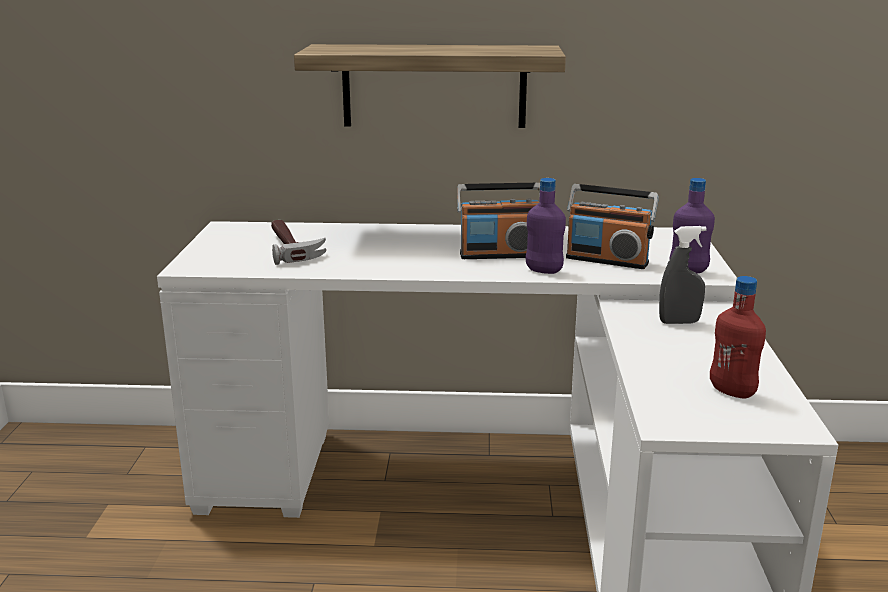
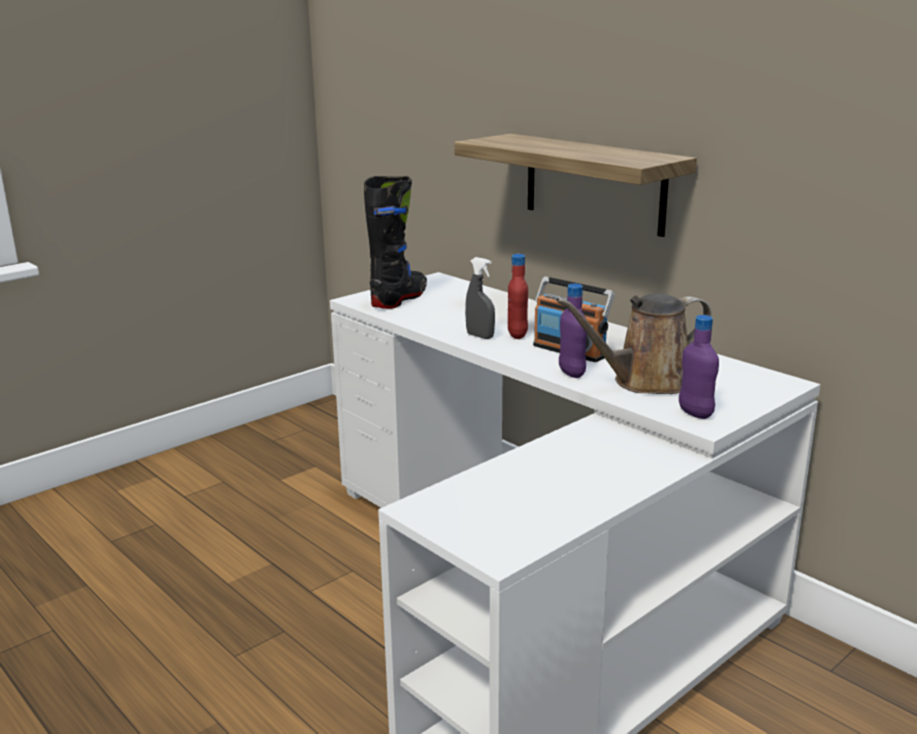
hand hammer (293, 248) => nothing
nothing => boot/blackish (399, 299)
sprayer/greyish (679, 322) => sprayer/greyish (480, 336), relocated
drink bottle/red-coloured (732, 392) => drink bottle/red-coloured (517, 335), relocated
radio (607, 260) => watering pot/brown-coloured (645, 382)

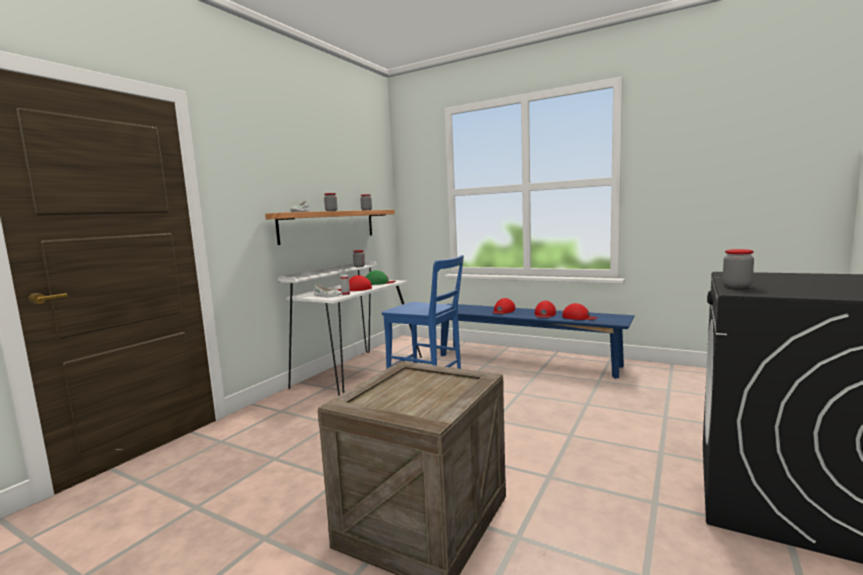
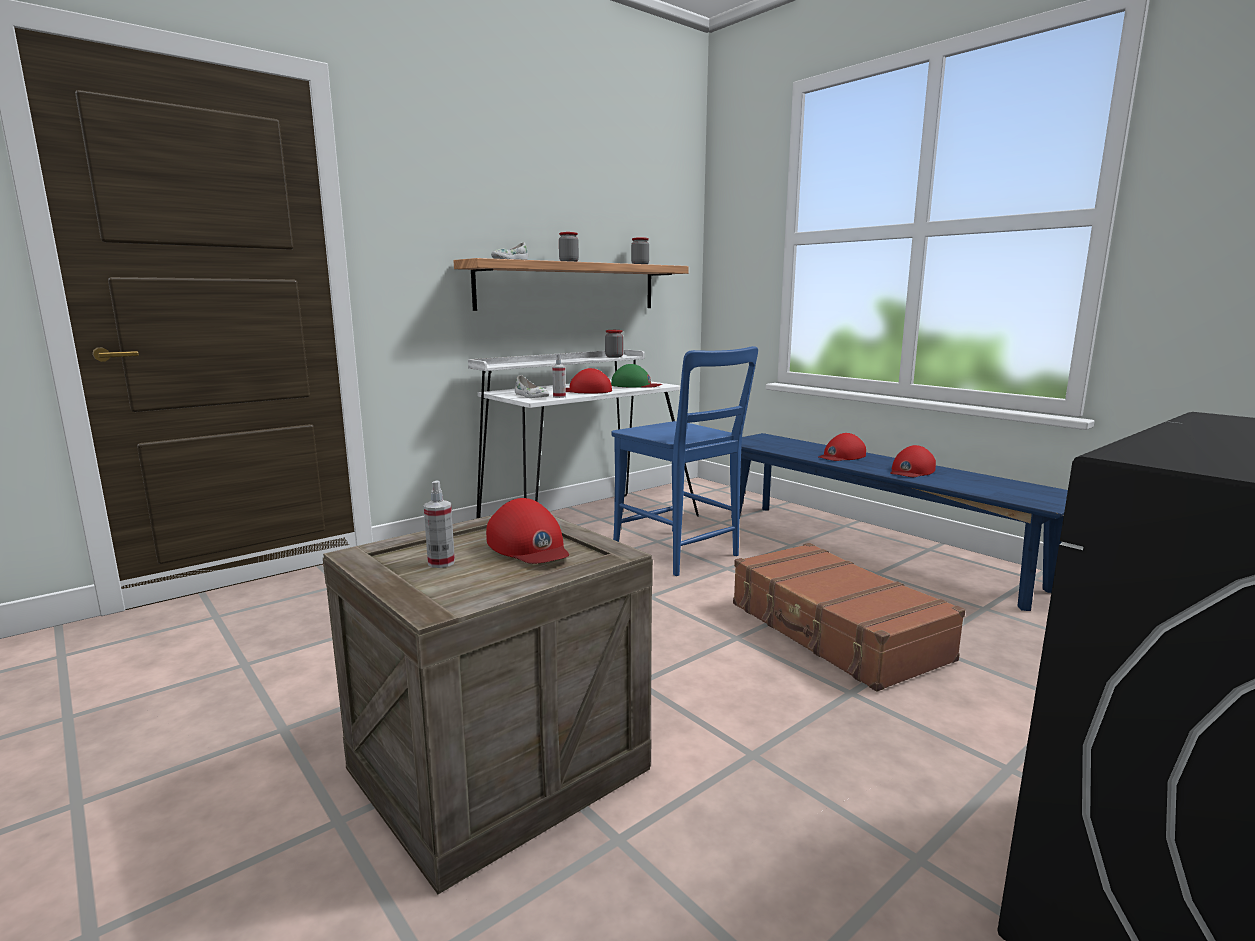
preserve jar (737, 286) => nothing
nothing => sprayer (441, 563)
nothing => travel case/brown-coloured (835, 632)
peaked cap/red-coloured (579, 317) => peaked cap/red-coloured (528, 546), relocated

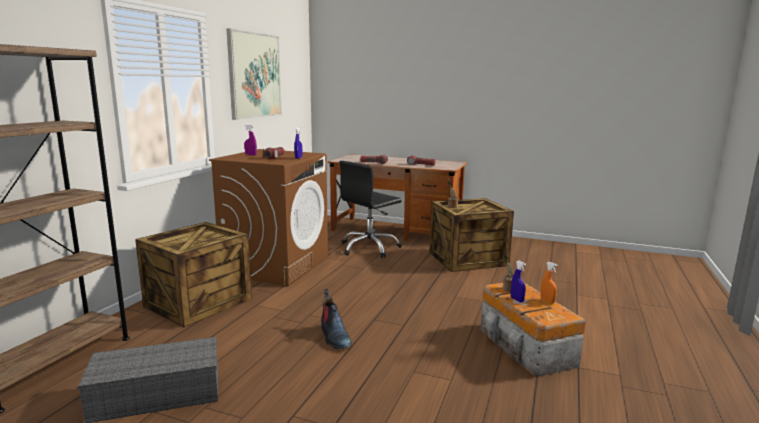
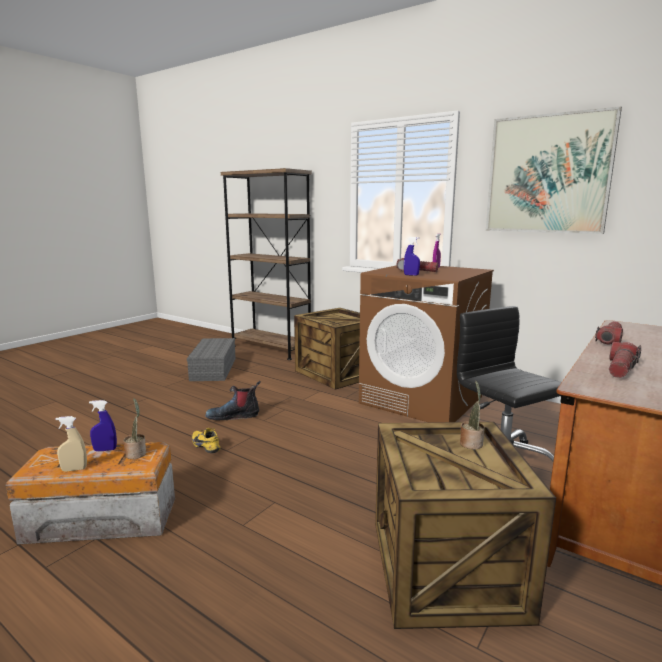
nothing => item of footwear/yellow-coloured (207, 446)
sprayer/orangey (547, 301) => sprayer/beige (74, 469)

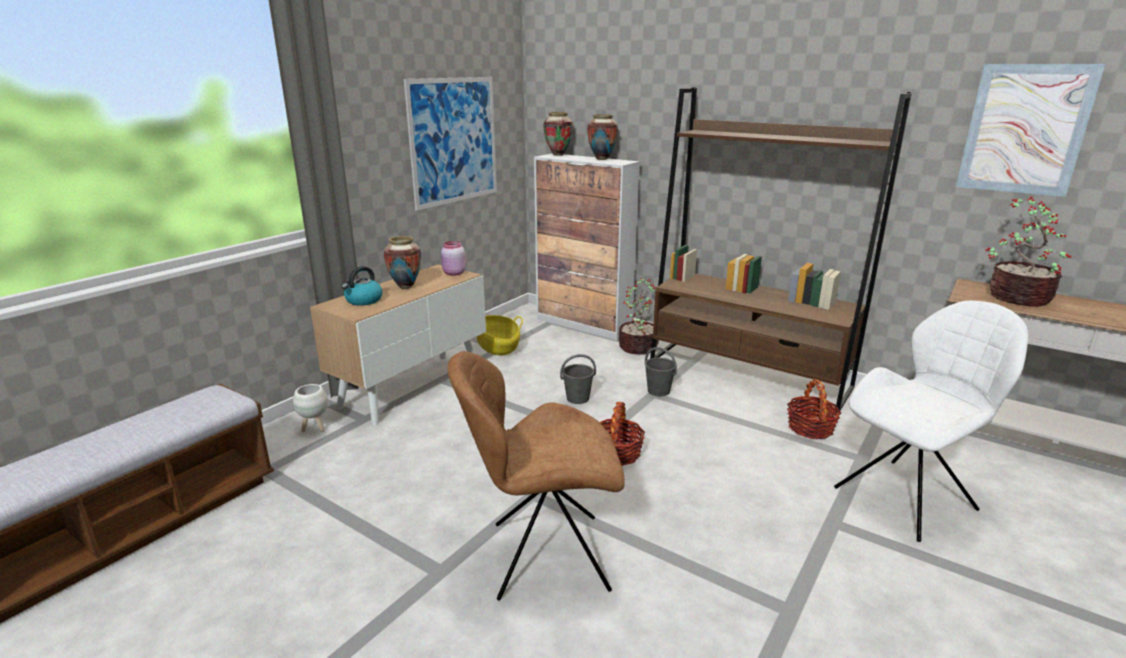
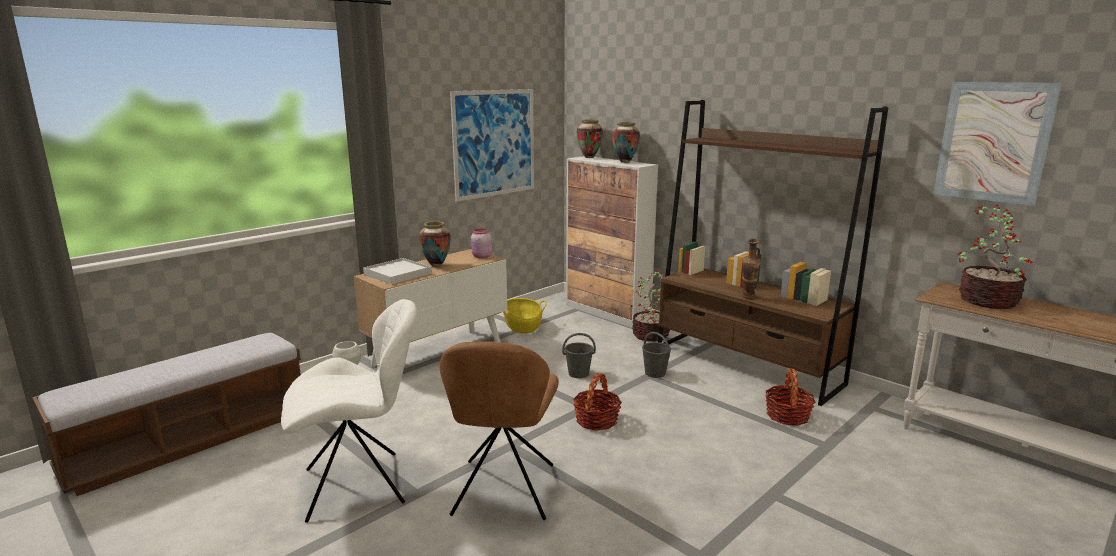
nothing => decorative vase (747, 298)
plain chair/white-coloured (908, 497) => plain chair/white-coloured (359, 485), relocated
tea kettle (363, 301) => carrying tray/white-coloured (397, 274)
plain chair/brown-coloured (543, 556) => plain chair/brown-coloured (503, 492), 90 degrees counterclockwise

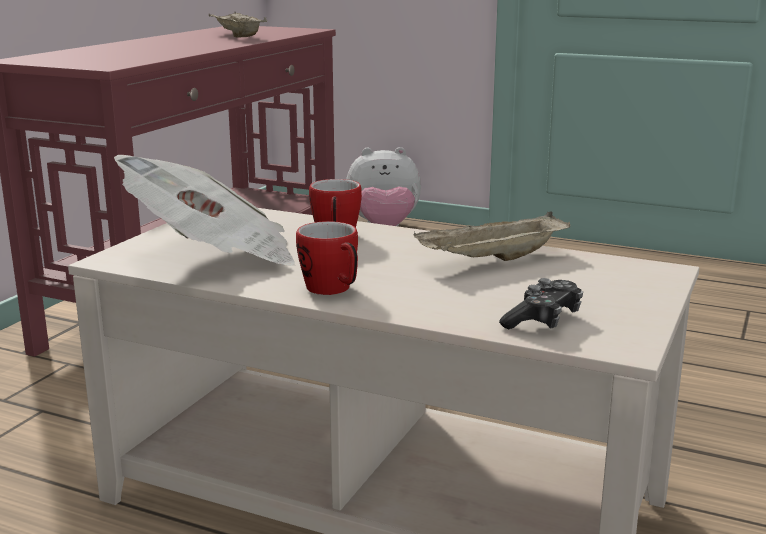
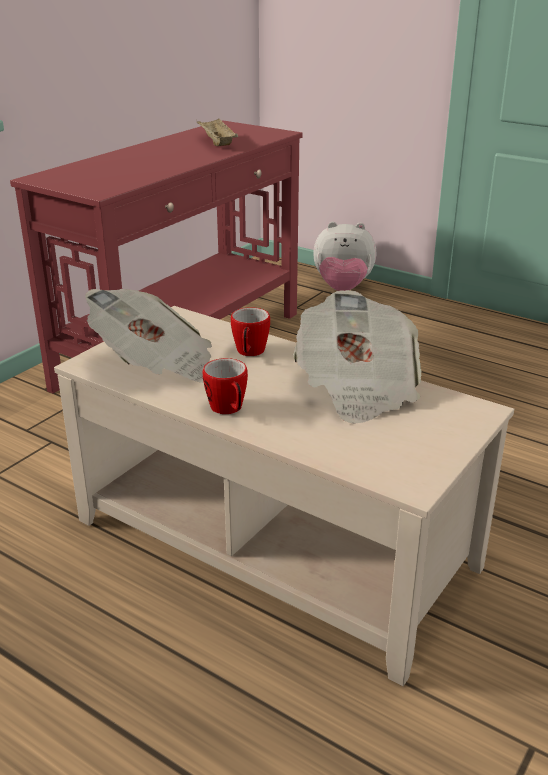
game controller (543, 320) => nothing
carrying tray/beige (492, 260) => newspaper (357, 388)

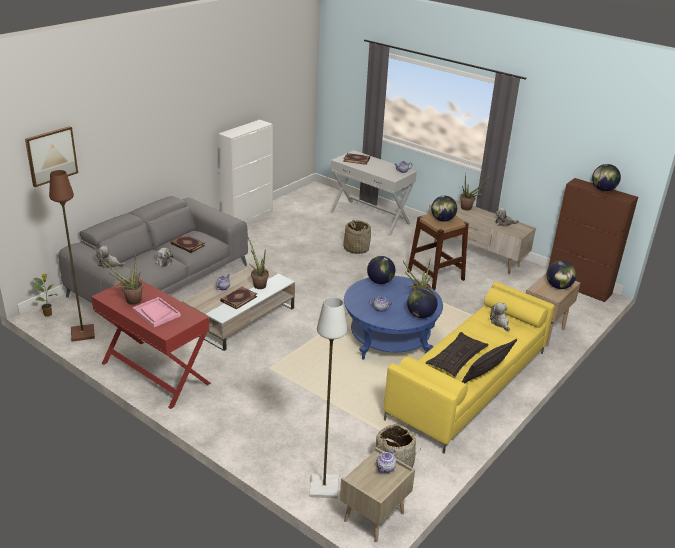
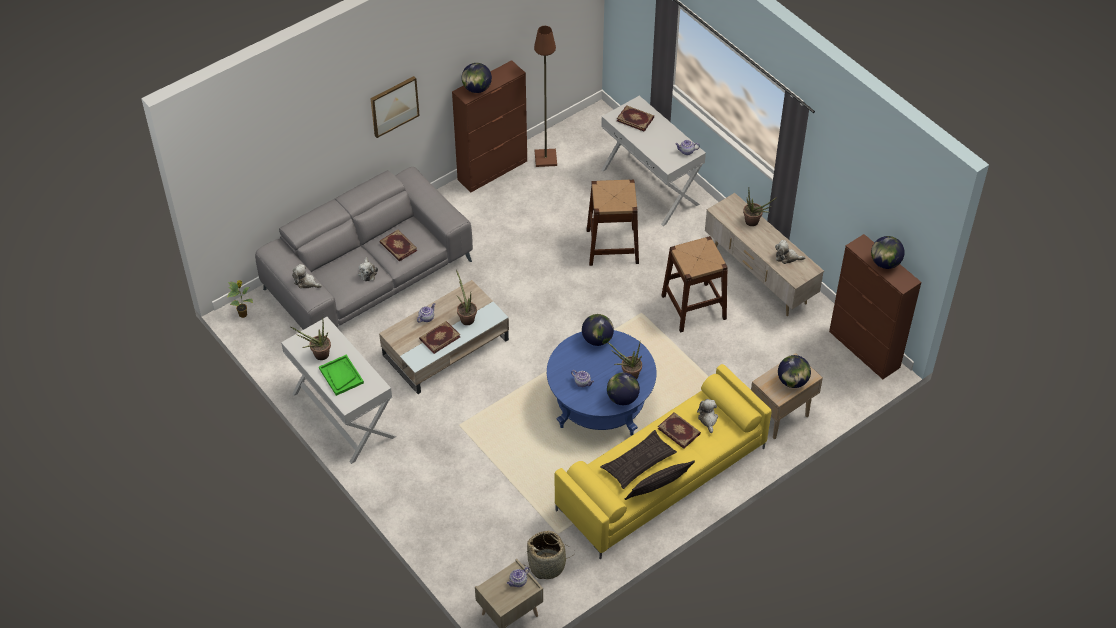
standard lamp/greyish (323, 486) => nothing
nothing => book (679, 431)
wall art (51, 156) => wall art (394, 106), relocated
standard lamp/brown-coloured (82, 333) => standard lamp/brown-coloured (545, 158), relocated
desk globe (442, 220) => desk globe (476, 89), relocated
household basket (356, 249) => stool seat/brown-coloured (612, 246)
console table/red-coloured (155, 373) => console table/white-coloured (343, 415)
carrying tray/pink-coloured (156, 313) => carrying tray/green-coloured (341, 376)
cupboard/white-coloured (247, 218) => cupboard/brown-coloured (493, 170)

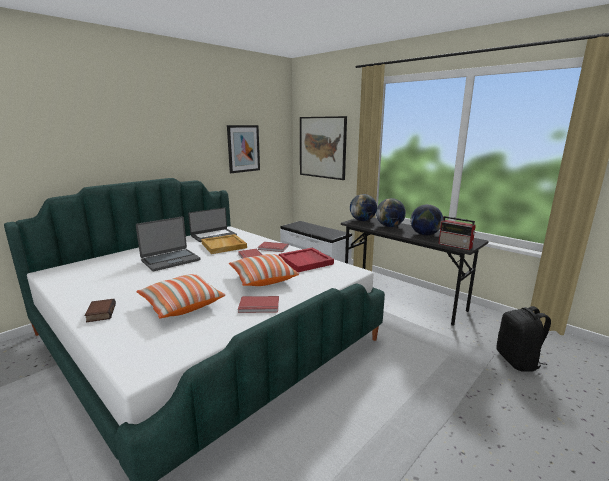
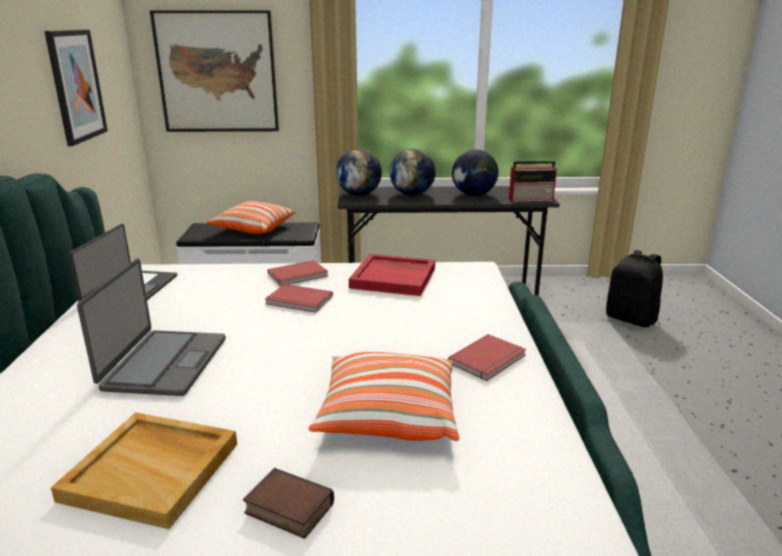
carrying tray/beige (224, 246) => carrying tray/beige (153, 470), relocated
cushion (262, 279) => cushion (253, 229), relocated

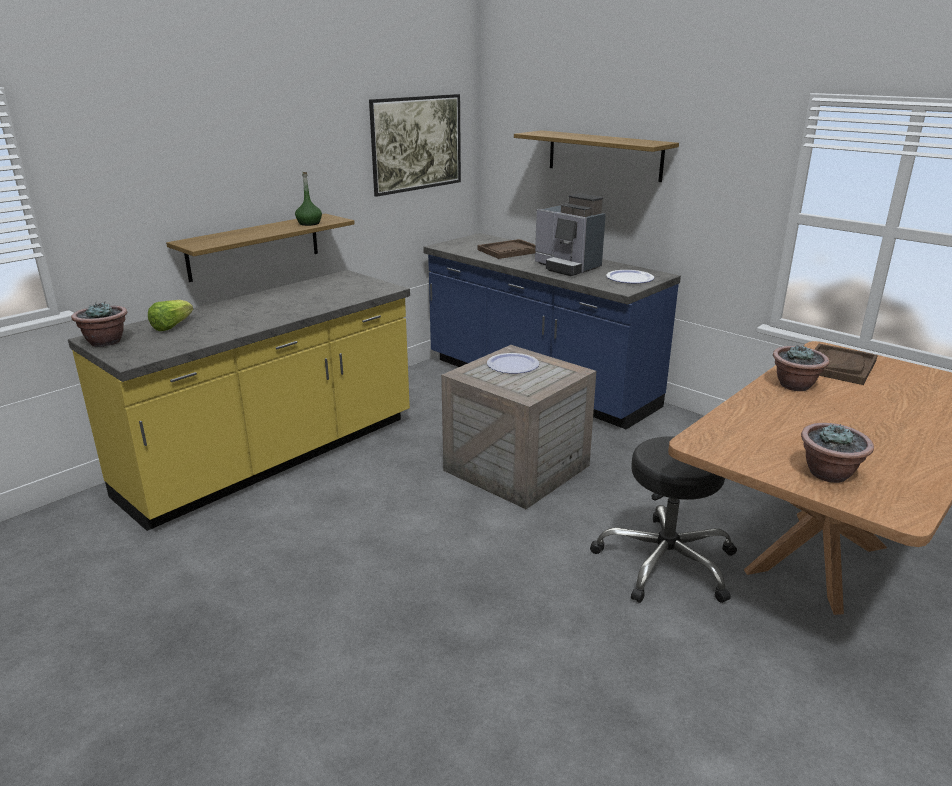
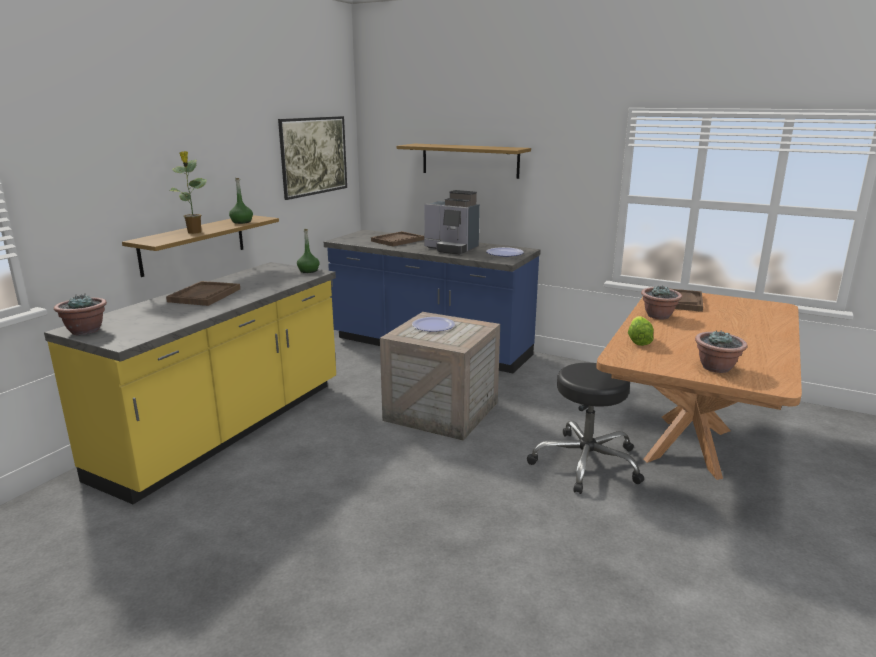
nothing => carrying tray/brown-coloured (204, 295)
nothing => plant in a pot (194, 232)
nothing => drink bottle/green-coloured (308, 271)
head of lettuce (171, 326) => head of lettuce (638, 340), relocated

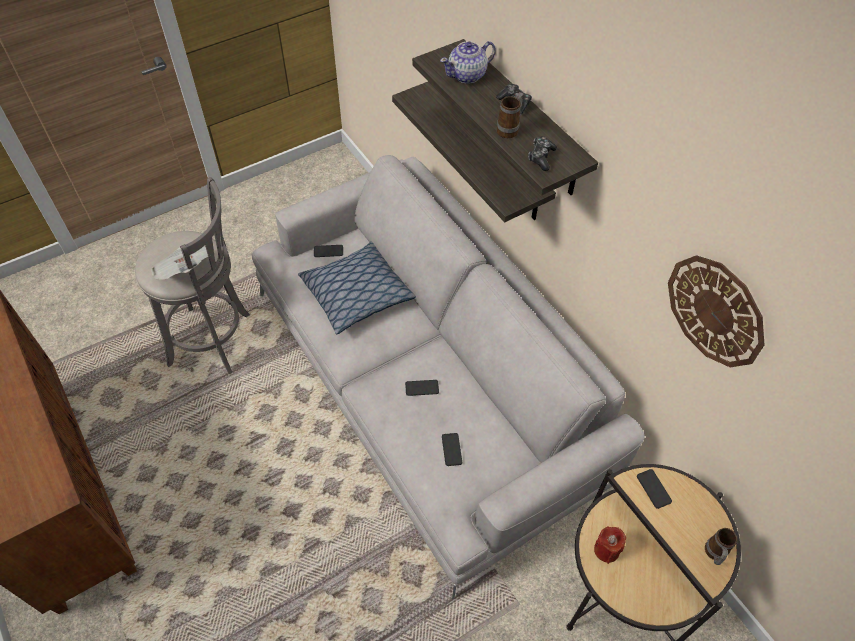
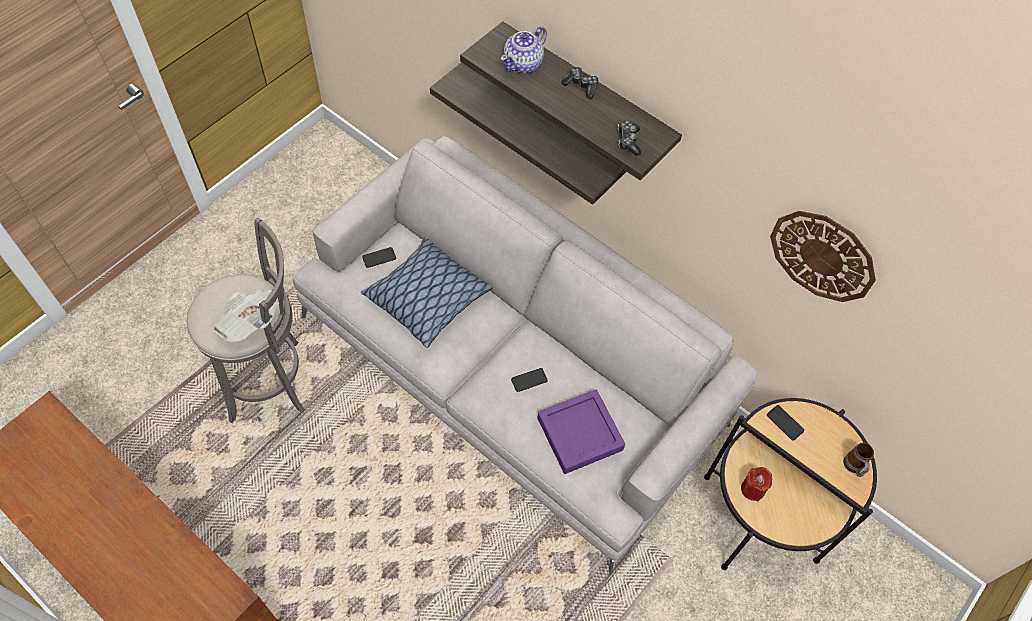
mug (510, 129) => nothing
phone (451, 449) => carrying tray/purple (580, 434)

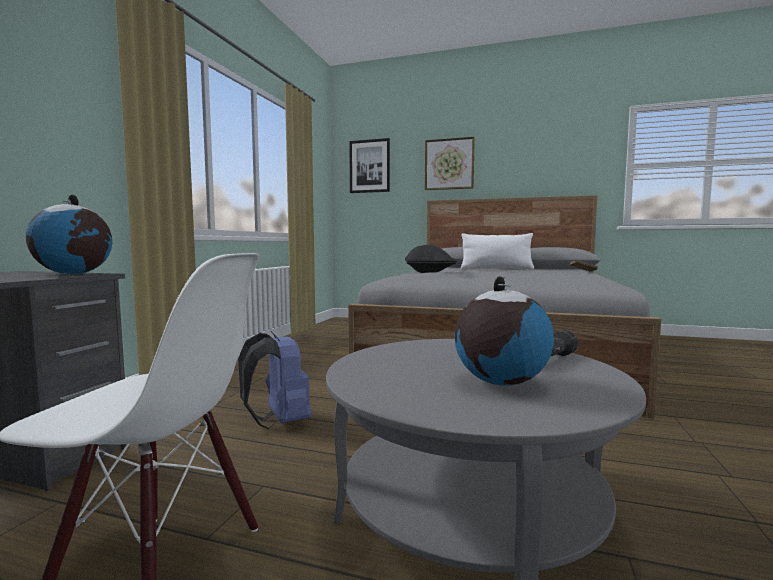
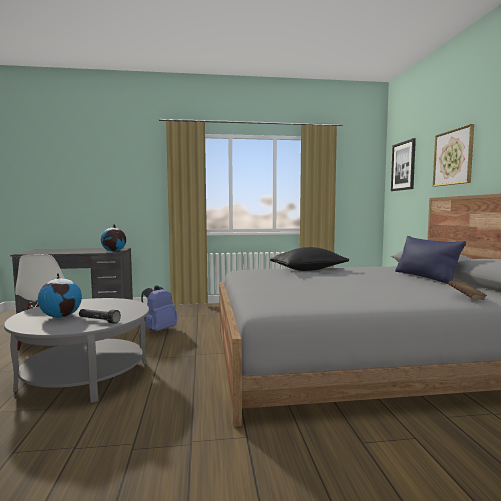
cushion/white-coloured (496, 269) => cushion/blue (425, 277)

